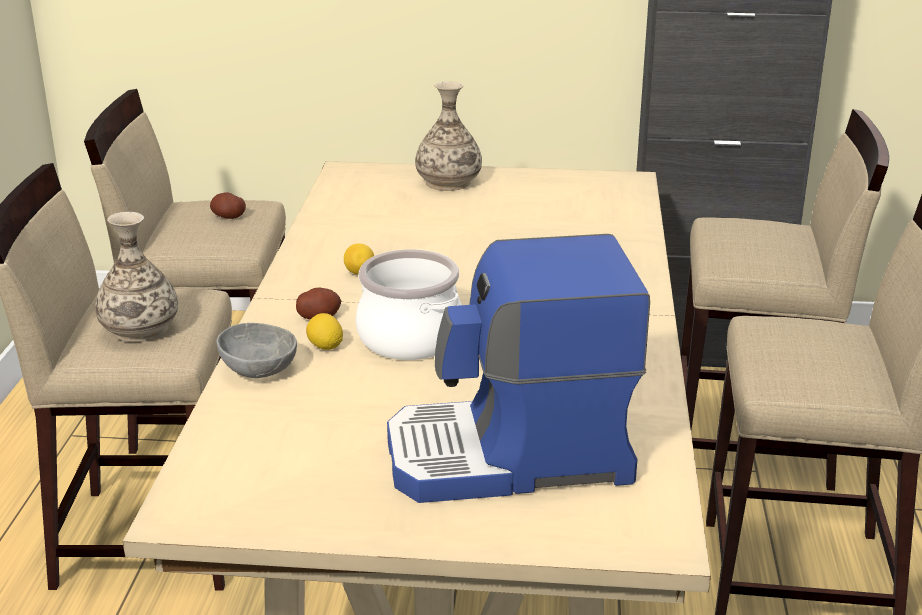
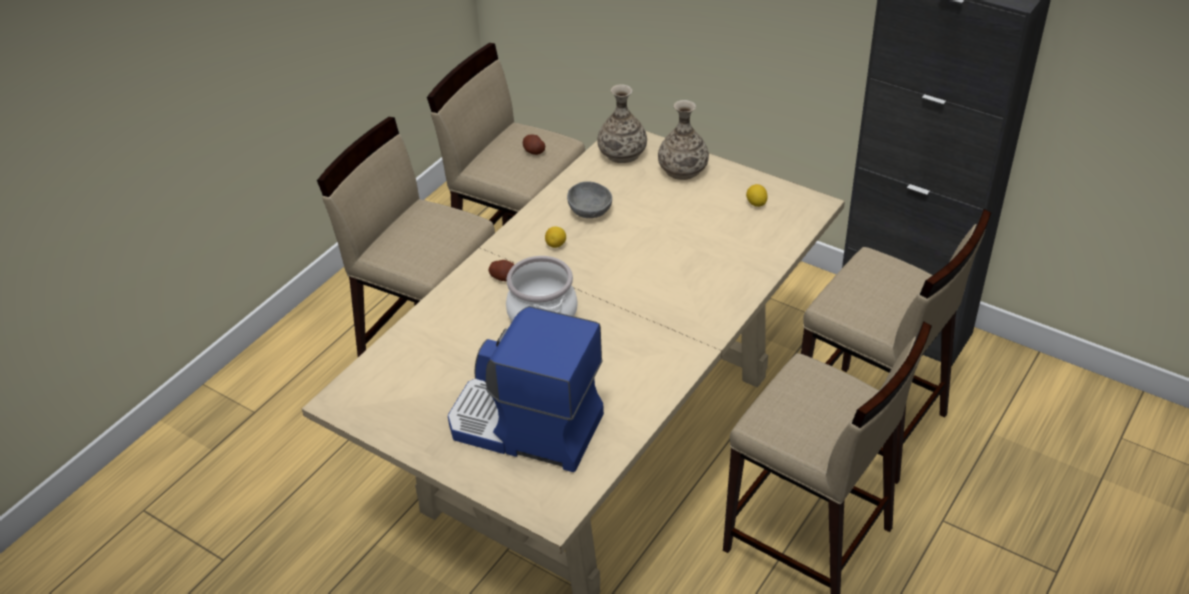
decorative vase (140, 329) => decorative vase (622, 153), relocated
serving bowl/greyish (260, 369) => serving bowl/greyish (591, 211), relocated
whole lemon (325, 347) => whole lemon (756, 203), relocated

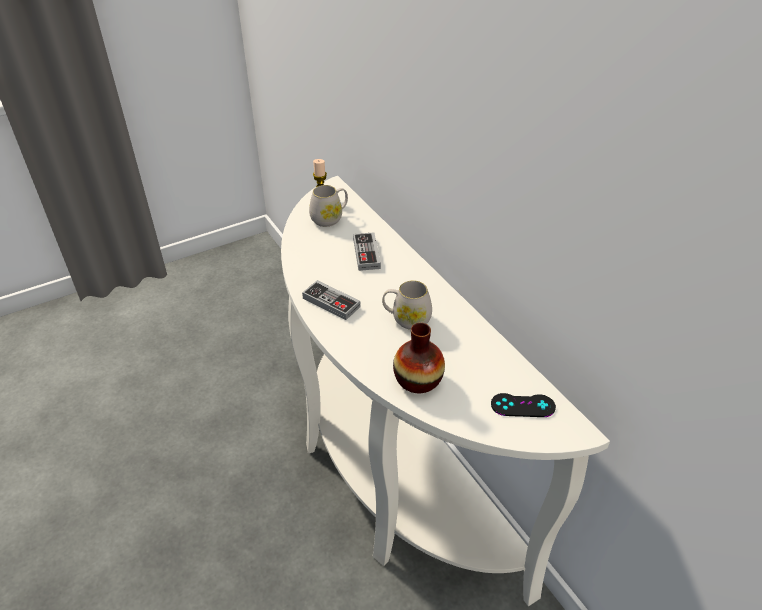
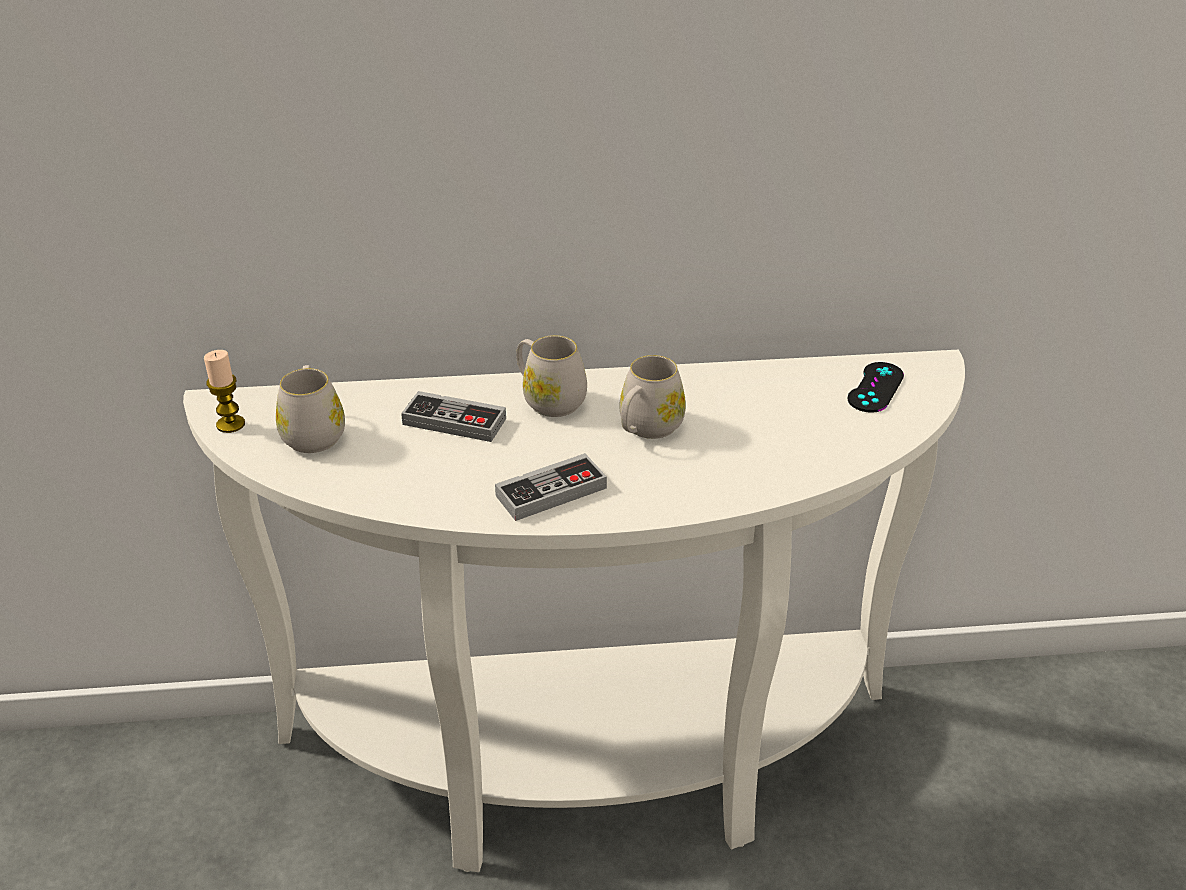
decorative vase (418, 380) => nothing
nothing => mug/white-coloured (548, 400)

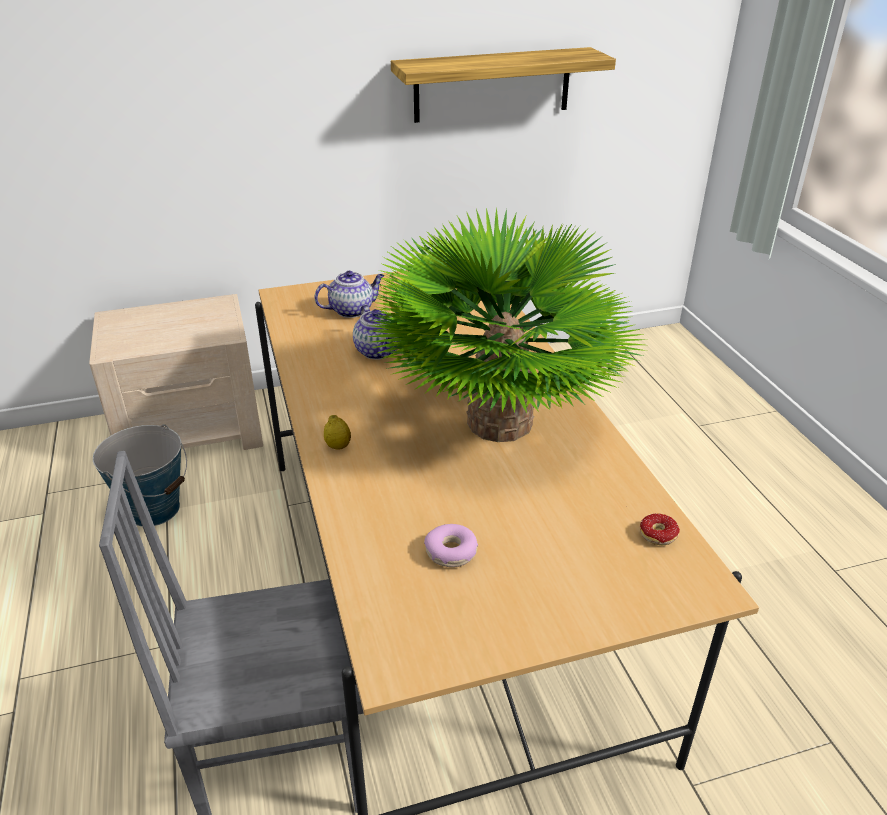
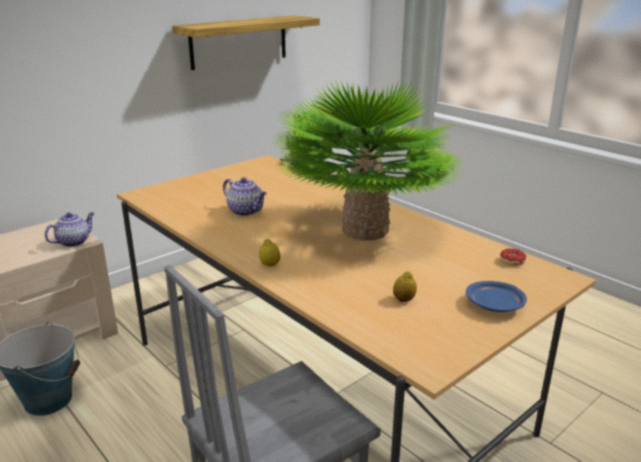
nothing => flat dish/blue (495, 305)
pot for tea (352, 310) => pot for tea (74, 241), relocated
ring doughnut (451, 552) => whole lemon (404, 299)

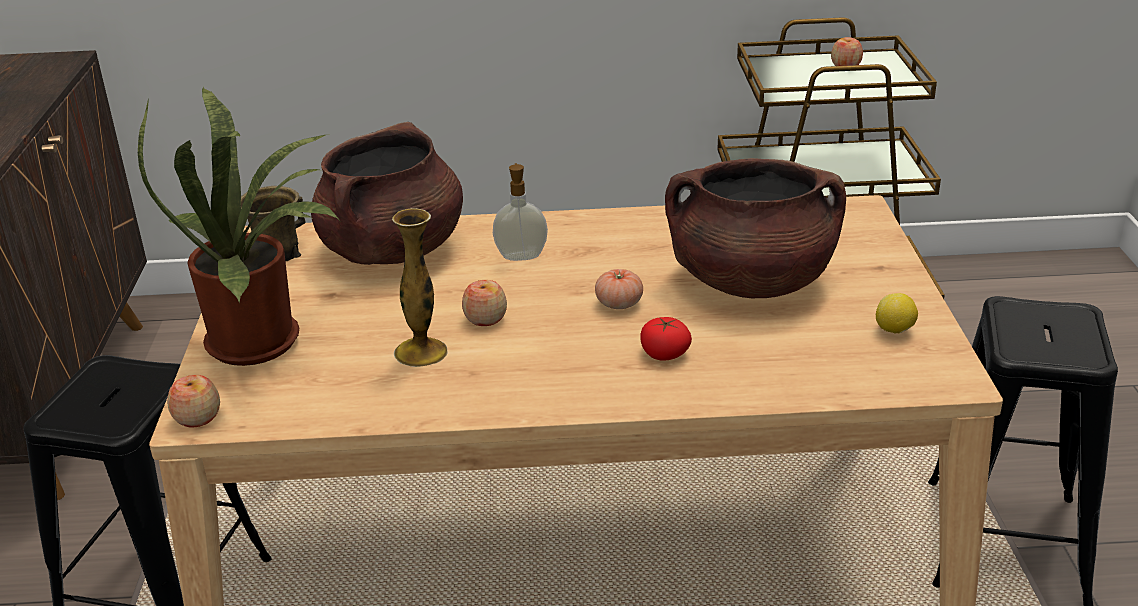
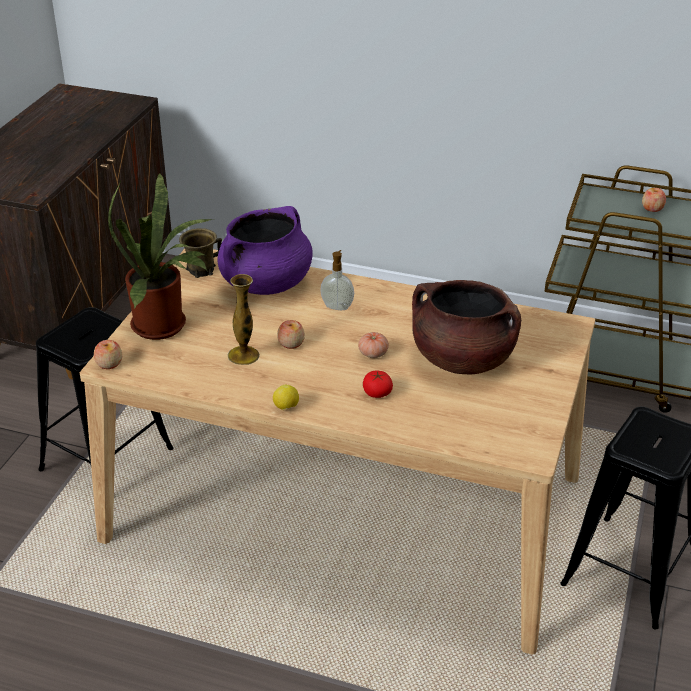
whole lemon (894, 331) => whole lemon (286, 407), relocated
saucepot/brown-coloured (392, 250) => saucepot/purple (266, 284)

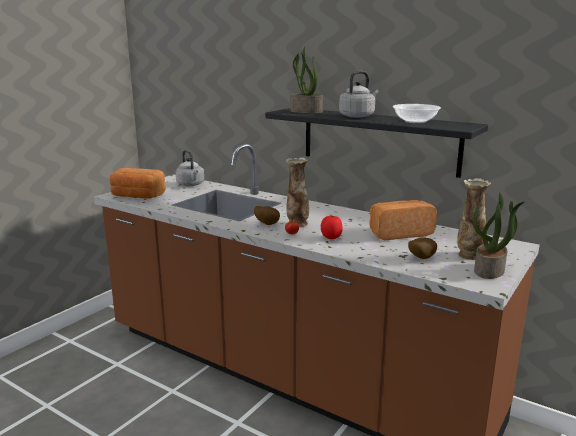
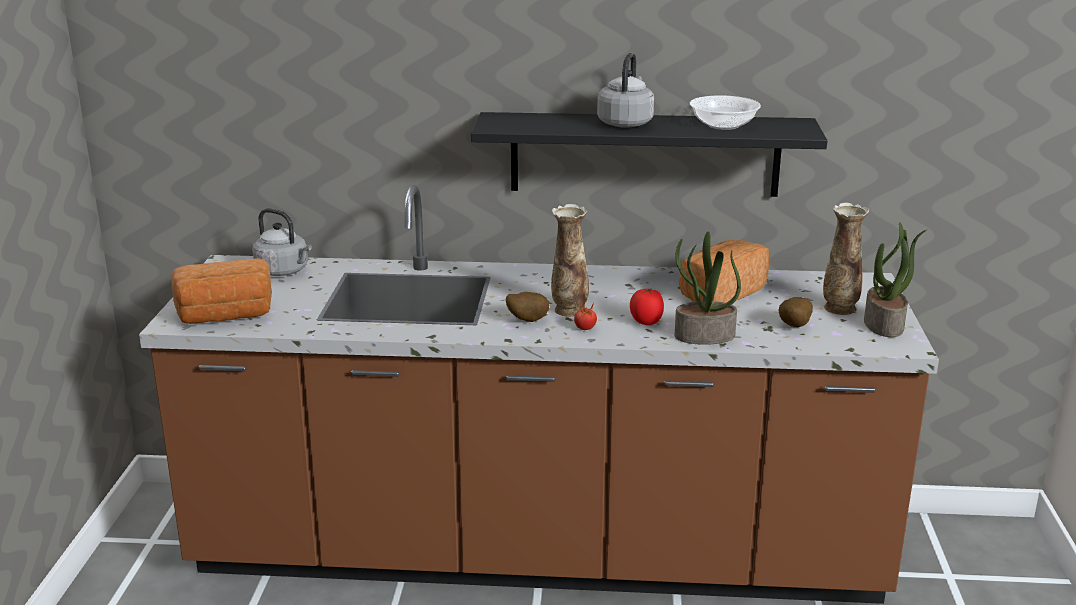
plant in a pot (305, 112) => plant in a pot (704, 337), relocated

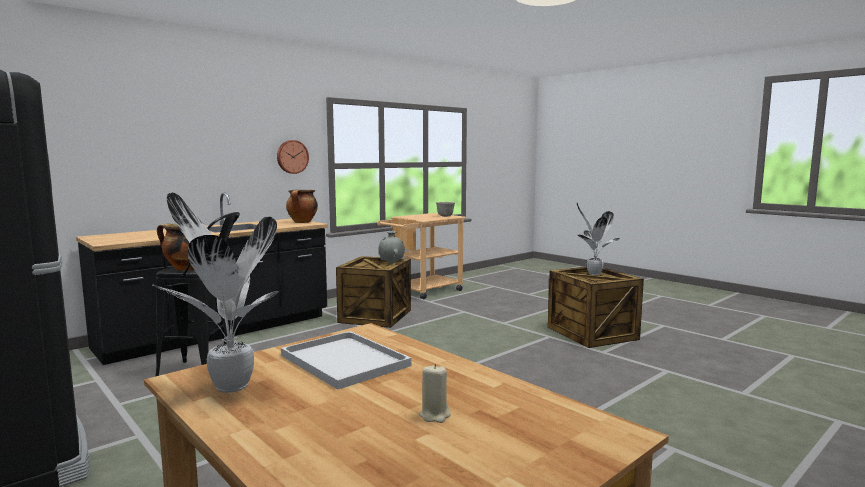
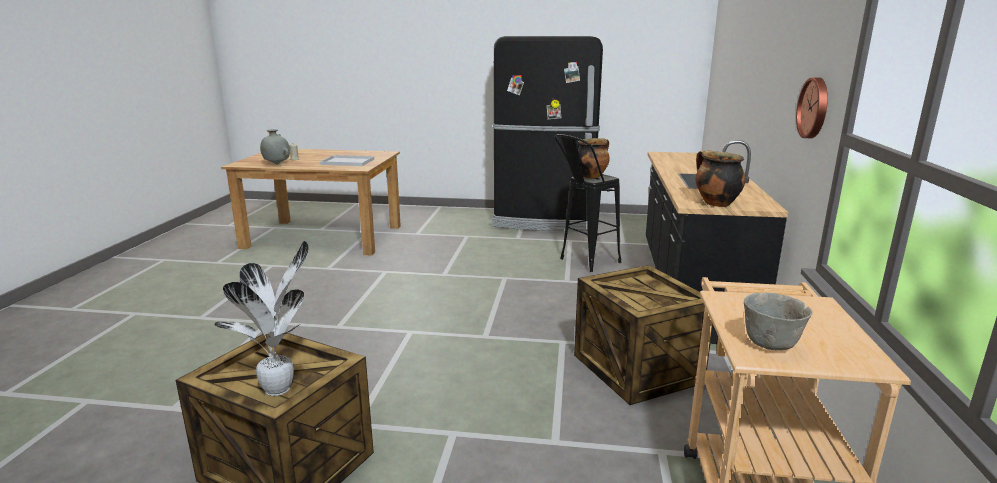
plant in a pot (229, 385) => nothing
decorative vase/greyish (391, 263) => decorative vase/greyish (276, 164), relocated

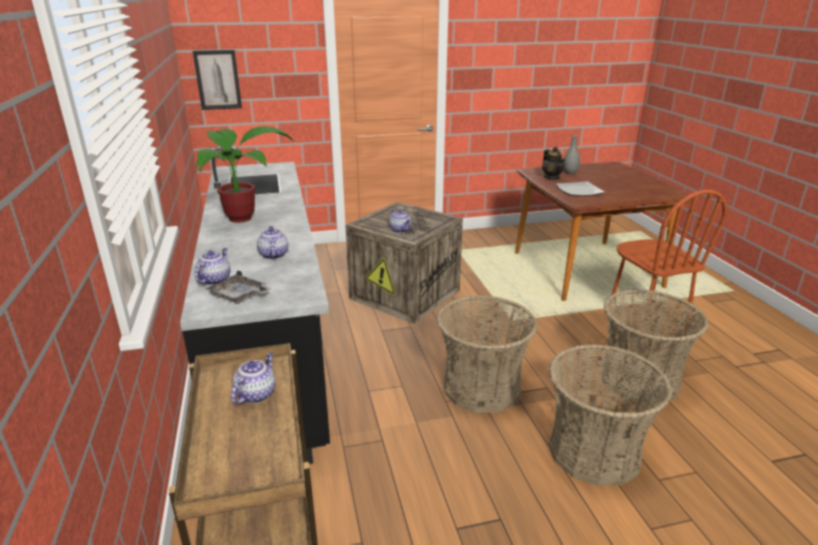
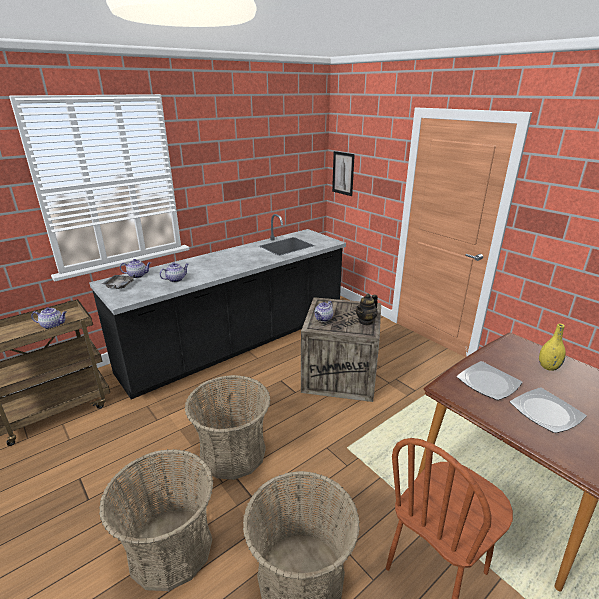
plant in a pot (245, 217) => nothing
nothing => flat dish (545, 412)
pot for tea (552, 177) => pot for tea (366, 321), relocated
decorative vase/greyish (569, 173) => decorative vase/yellow-coloured (548, 367)

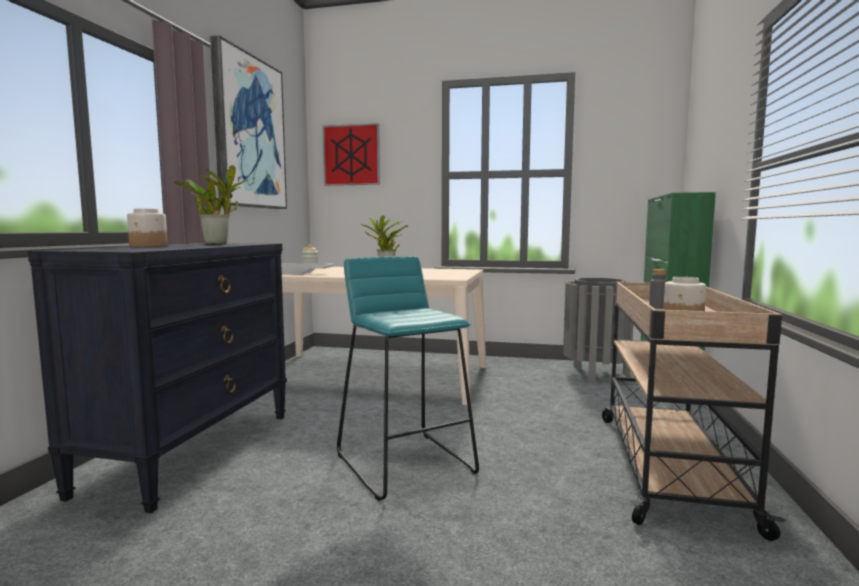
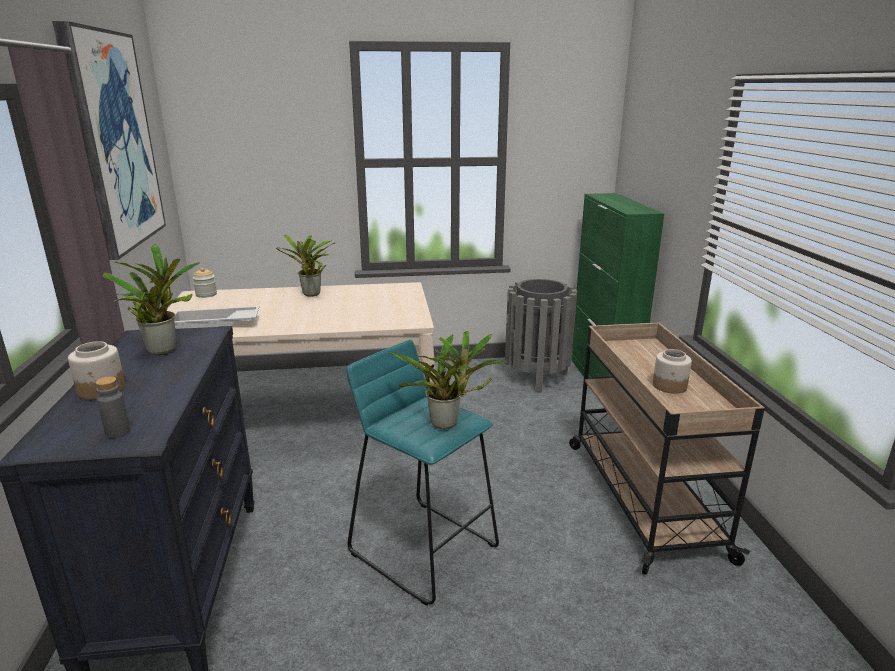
wall art (351, 155) => nothing
nothing => plant in a pot (448, 424)
drink bottle/greyish (657, 307) => drink bottle/greyish (117, 432), relocated

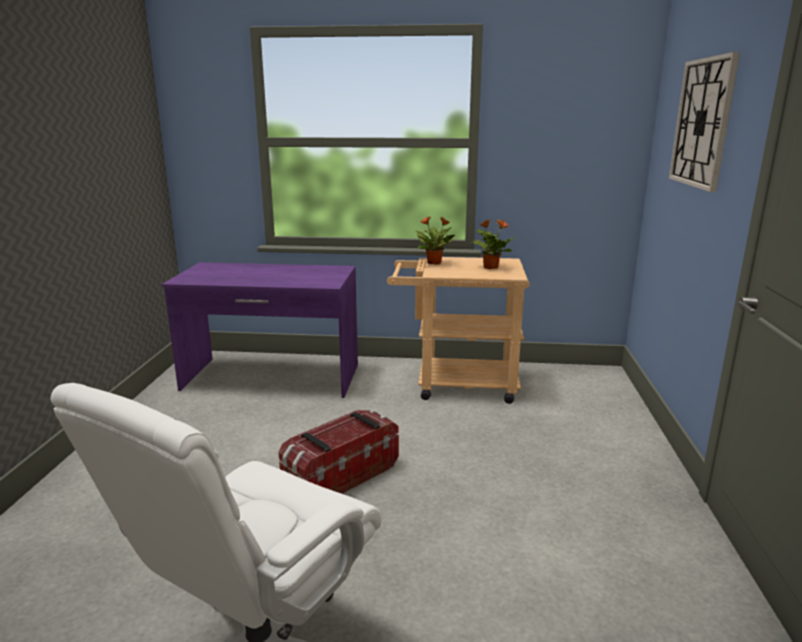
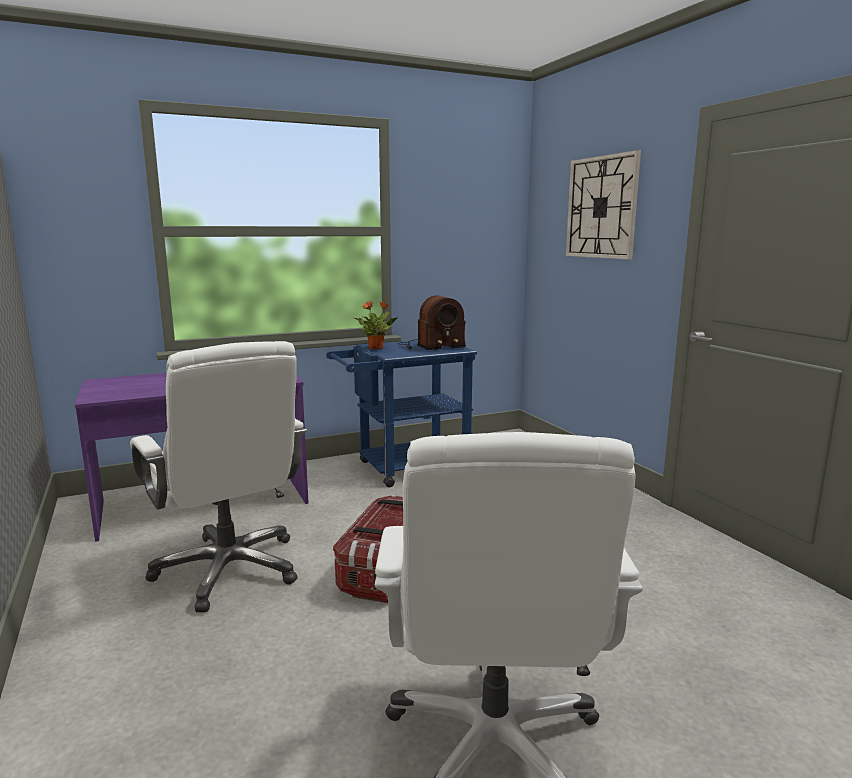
nothing => computer chair/white-coloured (229, 569)
plant in a pot (490, 267) => radio (430, 346)
trolley/beige (456, 384) => trolley/blue (404, 469)

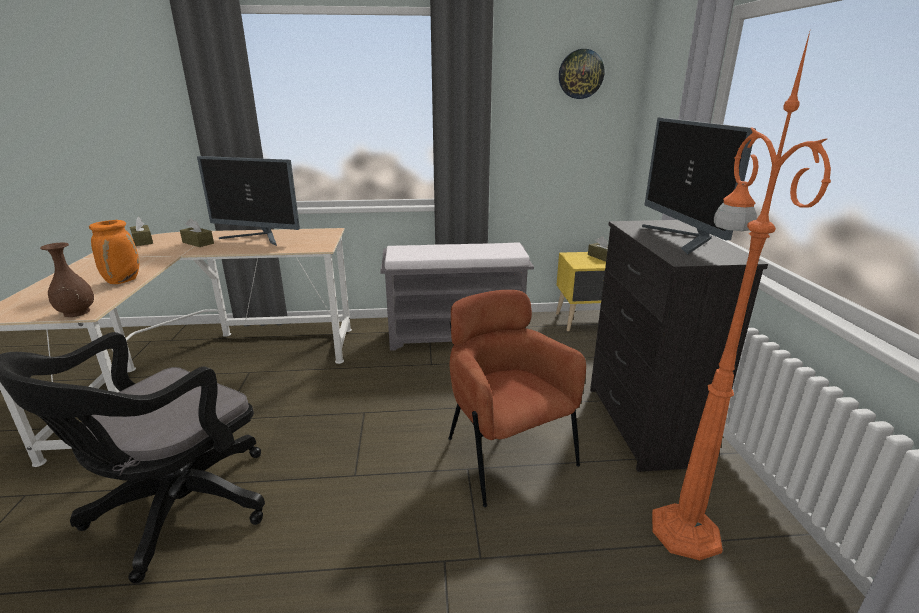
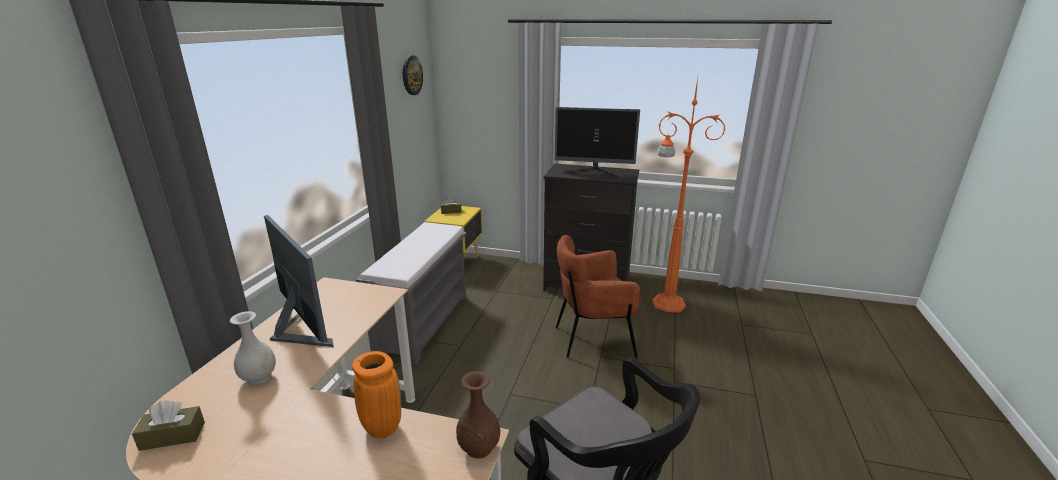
tissue box/brown-coloured (198, 243) => decorative vase/white-coloured (259, 377)
monitor (258, 238) => monitor (300, 330), 75 degrees counterclockwise

